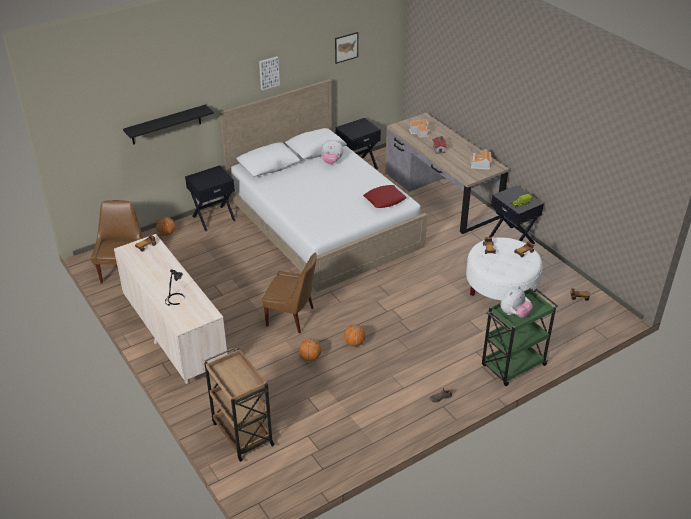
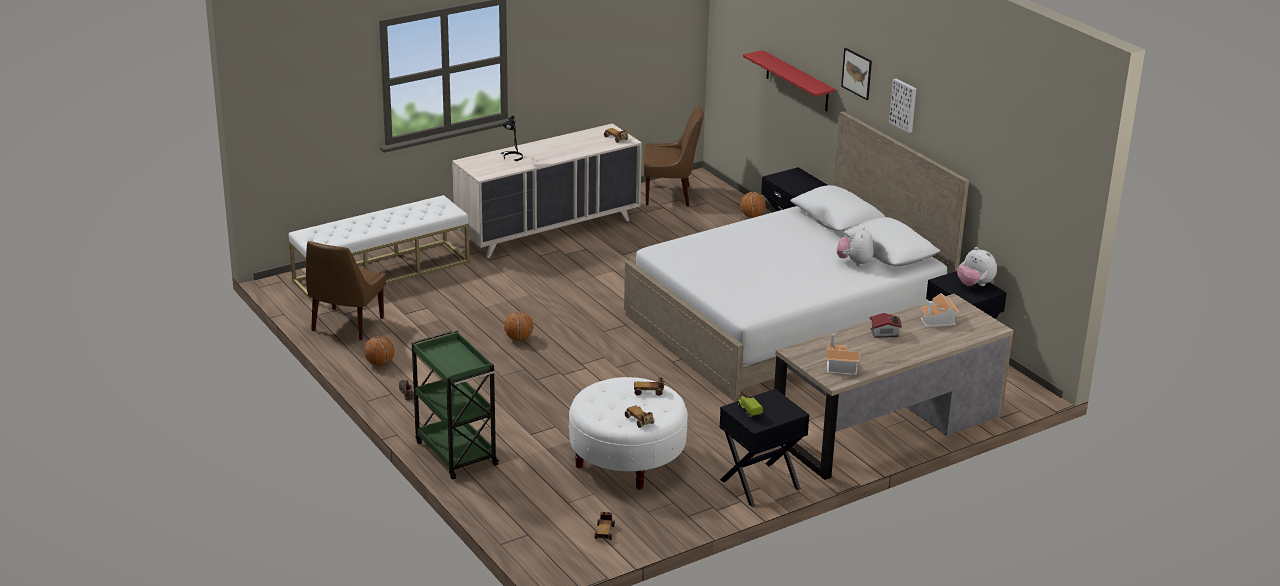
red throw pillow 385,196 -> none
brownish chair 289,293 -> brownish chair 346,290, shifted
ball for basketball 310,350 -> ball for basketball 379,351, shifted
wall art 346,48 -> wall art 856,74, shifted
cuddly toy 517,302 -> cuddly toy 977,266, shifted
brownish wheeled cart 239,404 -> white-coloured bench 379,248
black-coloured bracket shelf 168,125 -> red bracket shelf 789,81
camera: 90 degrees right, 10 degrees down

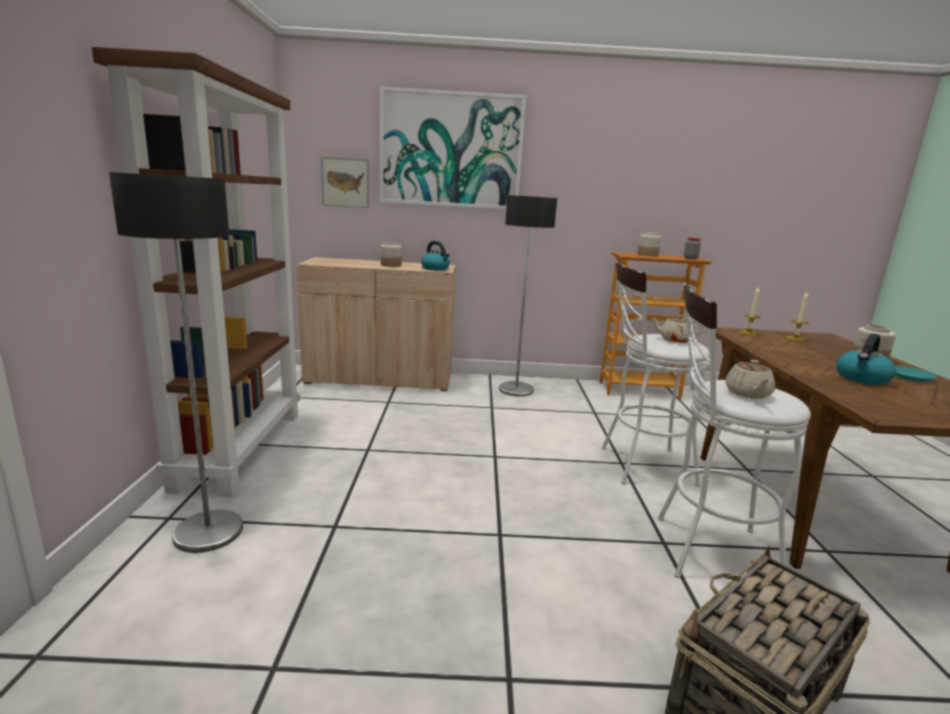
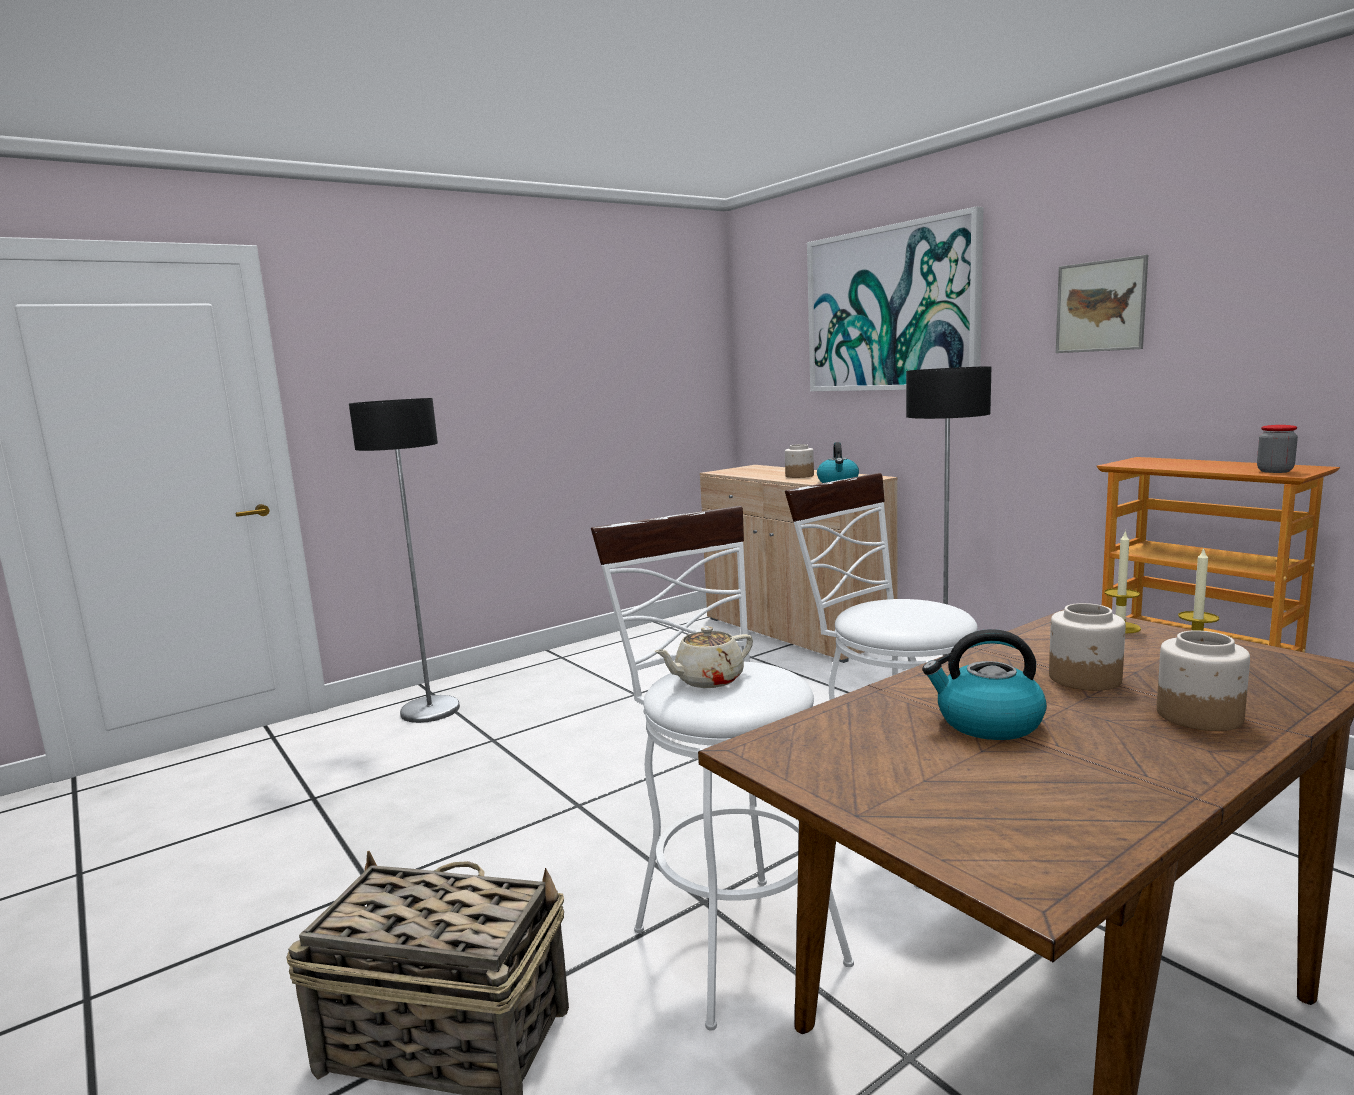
brownish shelving unit 196,272 -> none
beige pot for tea 677,329 -> none
turquoise flat dish 915,373 -> none
wall art 345,182 -> wall art 1102,304, shifted
storage jar 649,244 -> storage jar 1087,647, shifted
camera: 55 degrees right, 5 degrees down

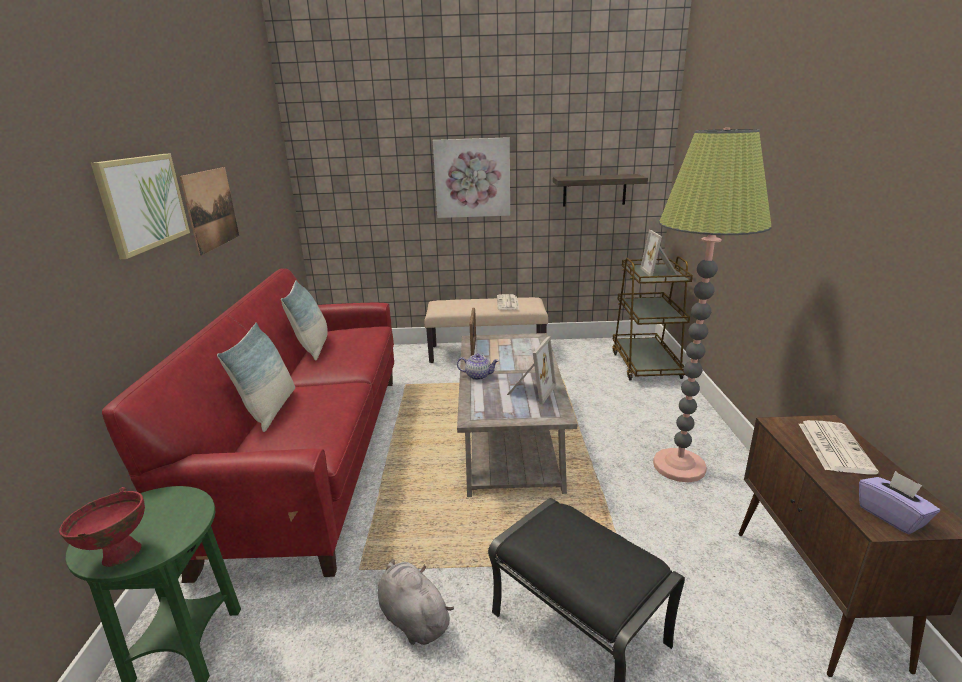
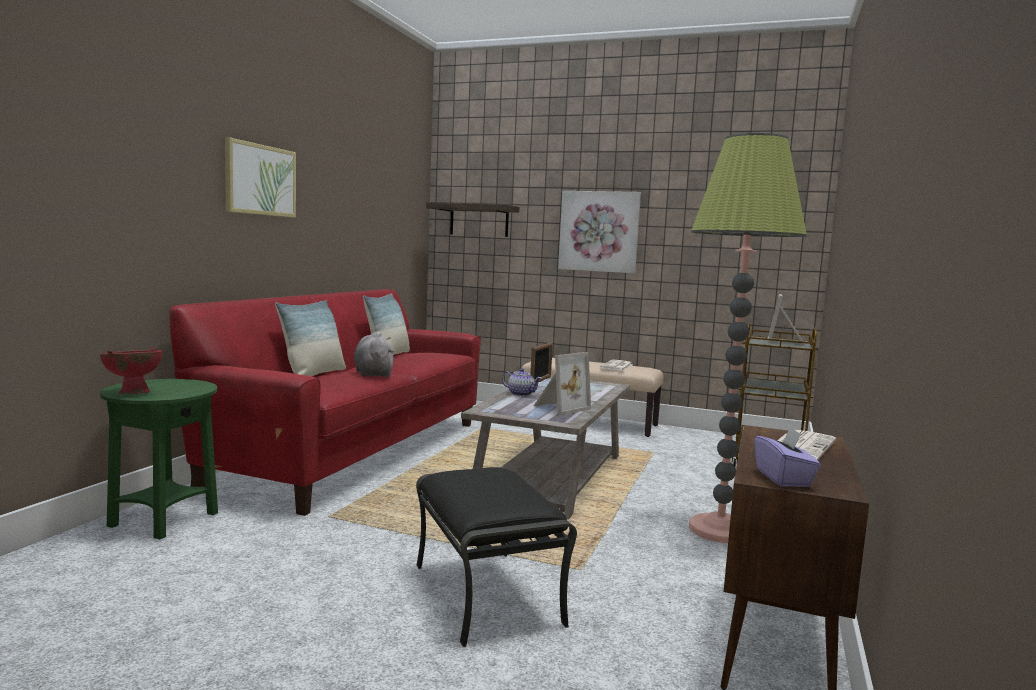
wall art 209,211 -> none
gray cuddly toy 416,602 -> gray cuddly toy 374,354, shifted
bracket shelf 600,190 -> bracket shelf 472,220, shifted
camera: 20 degrees right, 15 degrees down

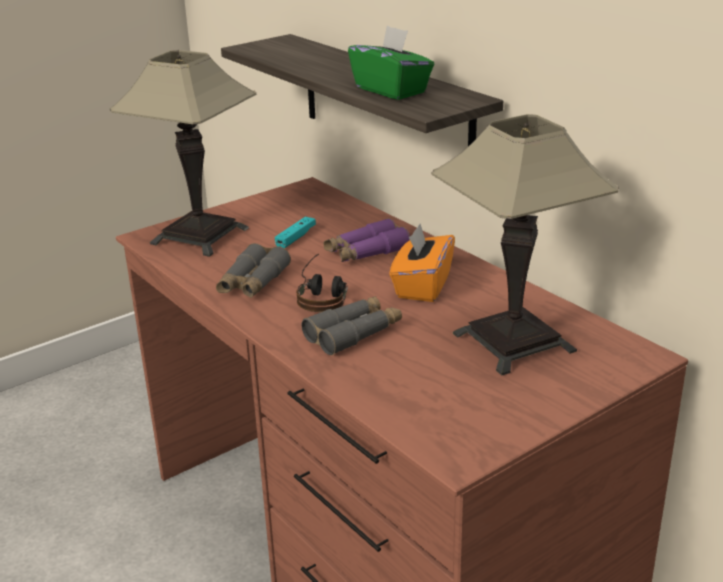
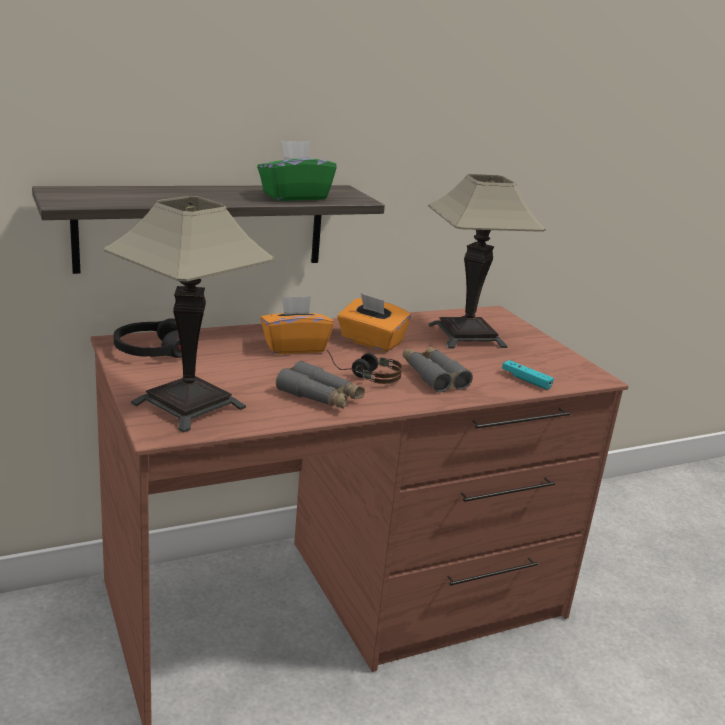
none -> black-coloured headphones 148,338
turquoise joypad 295,232 -> turquoise joypad 528,375, shifted
purple-coloured pair of binoculars 367,240 -> orange tissue box 297,325
camera: 80 degrees left, 5 degrees down

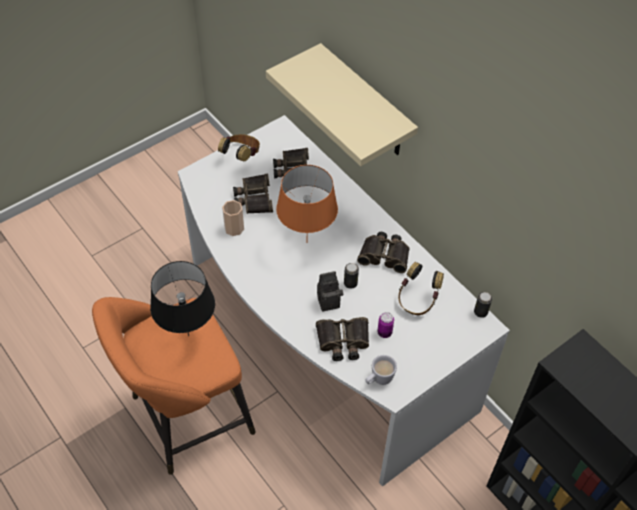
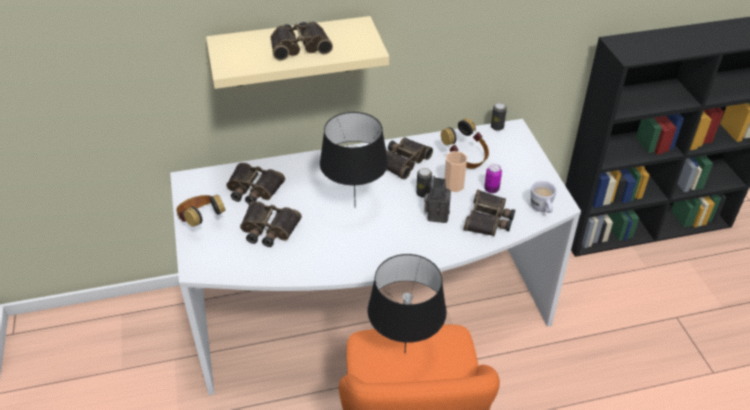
none -> pair of binoculars 301,41
cup 233,218 -> cup 455,171, shifted
orange tabletop lamp 307,199 -> black-coloured tabletop lamp 354,160
camera: 65 degrees left, 10 degrees down

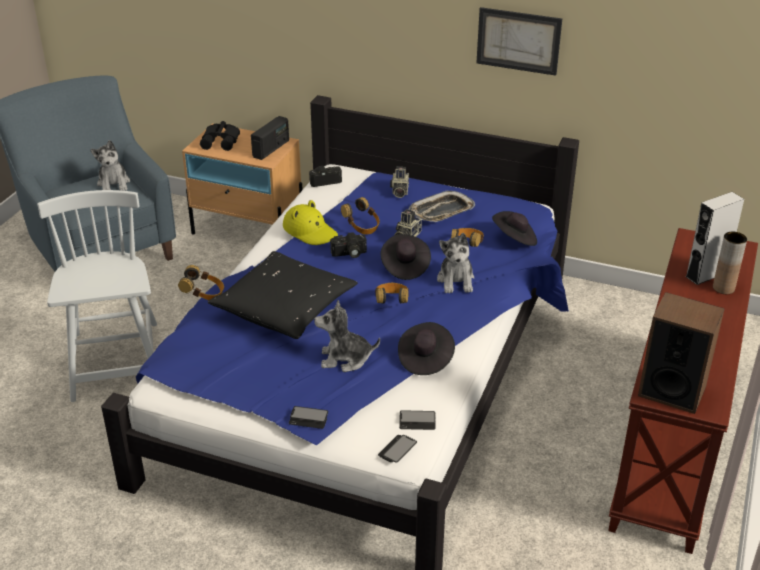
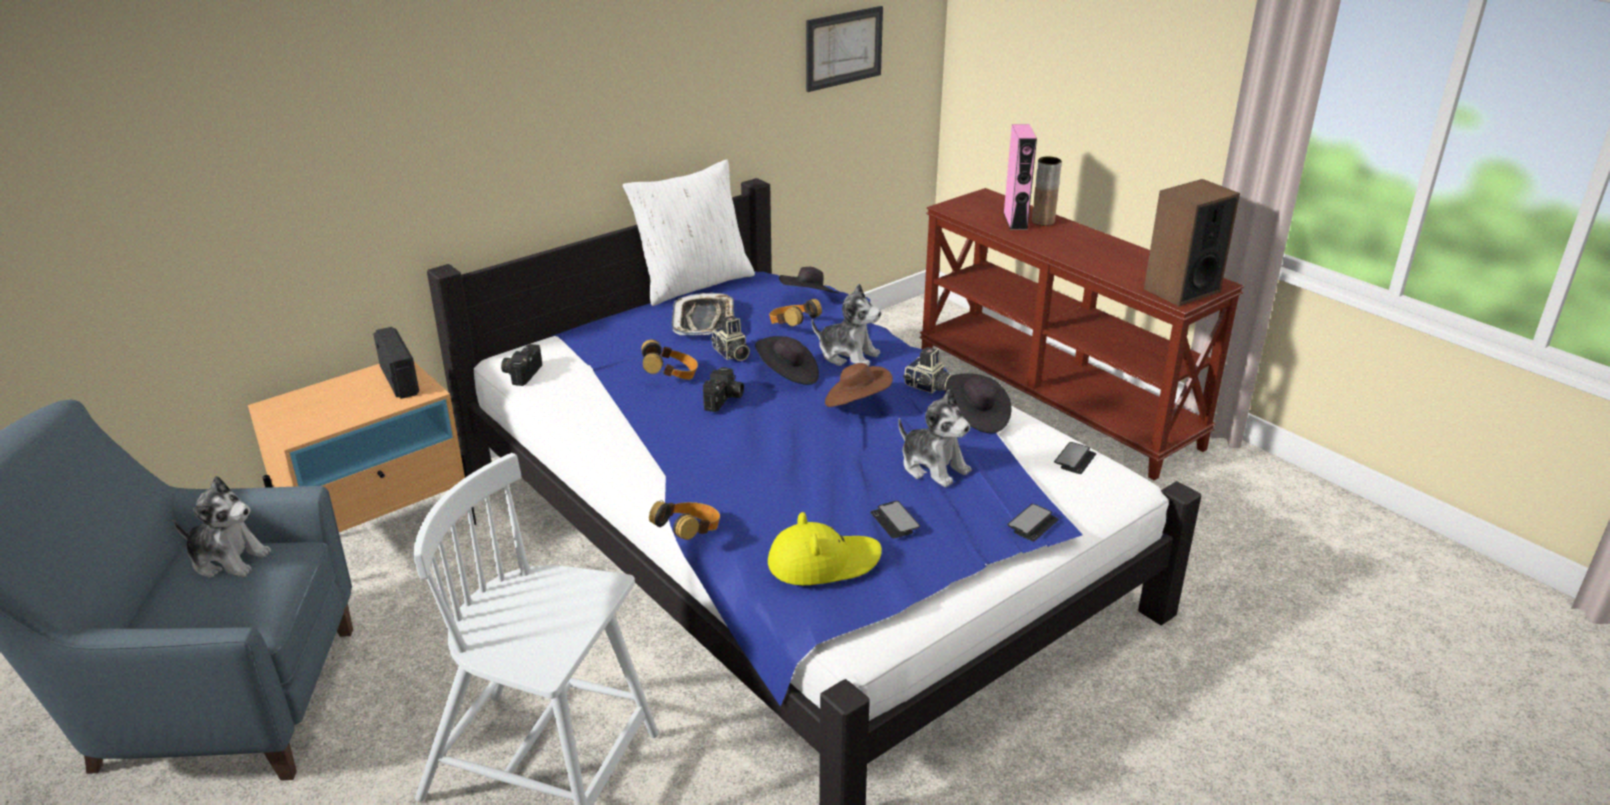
black-coloured pair of binoculars 220,136 -> none
black-coloured throw pillow 283,295 -> none
none -> white-coloured throw pillow 689,232
yellow hat 310,222 -> yellow hat 825,548, shifted
handset 397,448 -> handset 895,519, shifted
still camera 399,182 -> still camera 927,370, shifted
wall art 519,41 -> wall art 844,49, shifted
headphones 392,293 -> brownish hat 859,385
gray audio speaker 714,238 -> pink audio speaker 1020,177
cuddly toy 347,336 -> cuddly toy 934,438, 75 degrees counterclockwise
camera: 60 degrees left, 5 degrees down

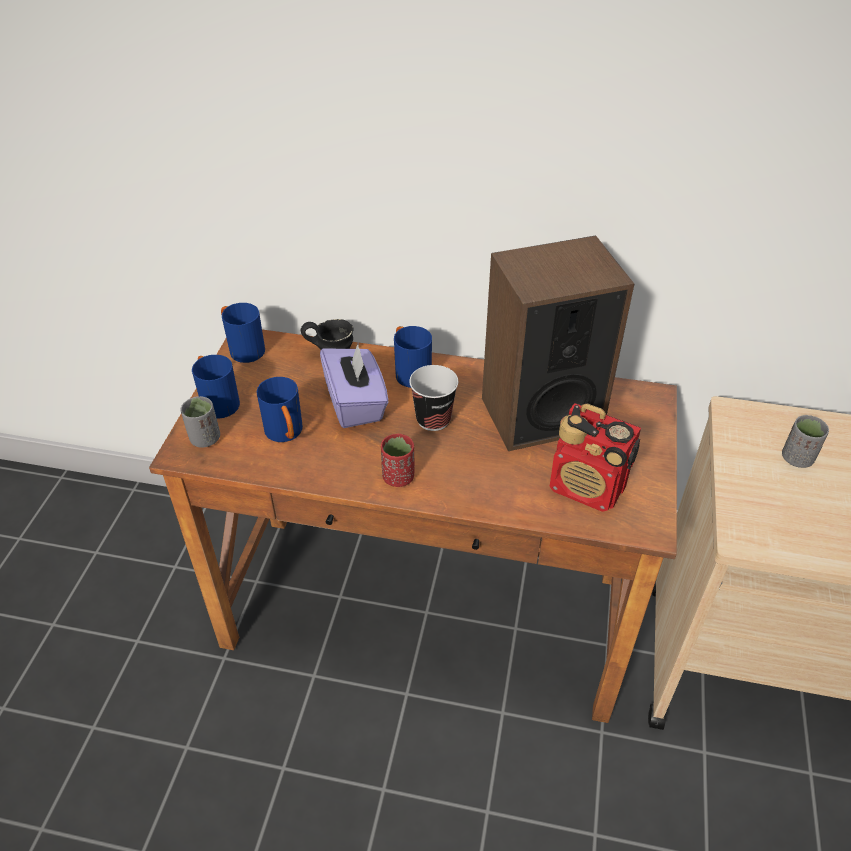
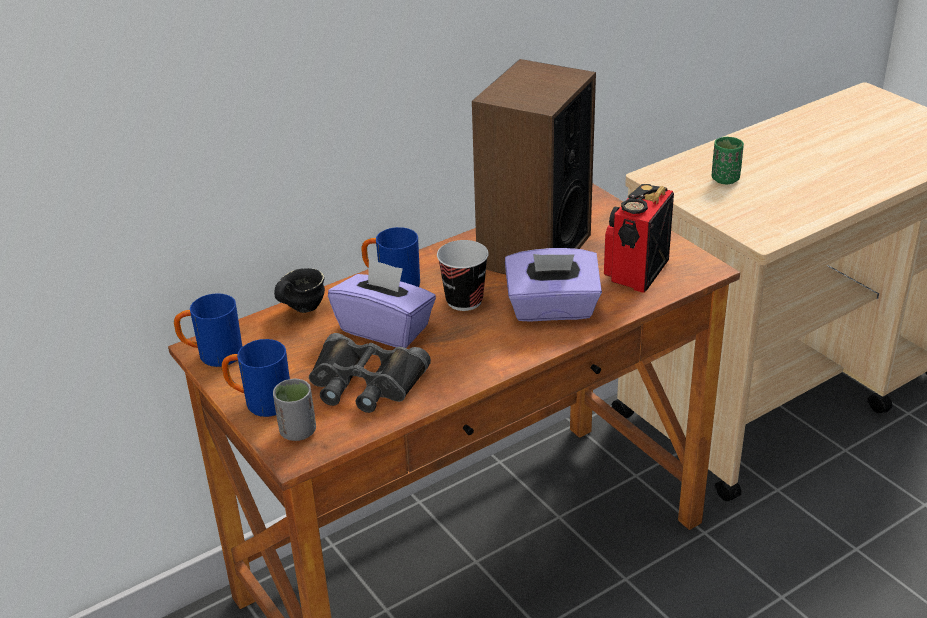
red cup 398,460 -> none
none -> purple-coloured tissue box 553,285
blue-coloured coffee mug 280,409 -> black-coloured pair of binoculars 370,373
gray cup 805,441 -> greenish cup 728,160
radio receiver 595,457 -> radio receiver 639,238, 135 degrees clockwise
camera: 45 degrees left, 10 degrees down

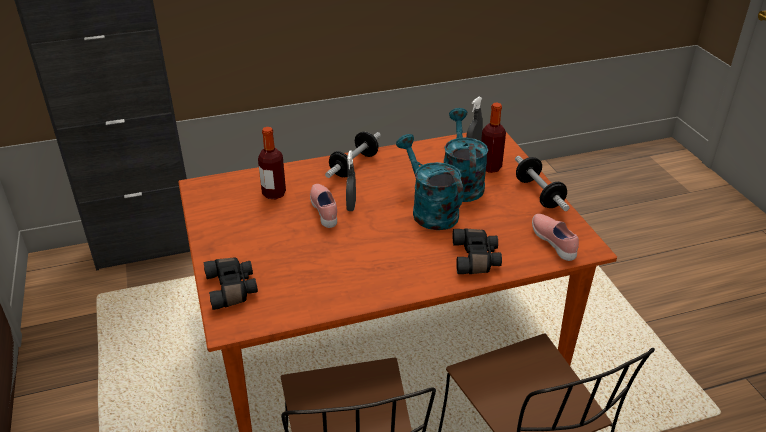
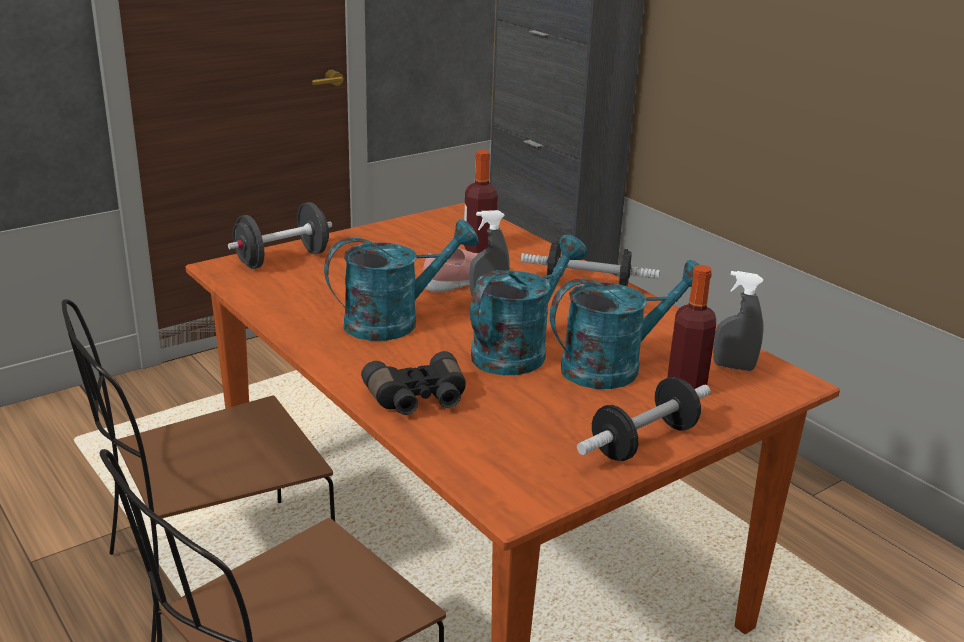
pink item of footwear 555,237 -> none
none -> turquoise watering can 401,280
black-coloured pair of binoculars 231,283 -> black-coloured hand weight 280,235
camera: 70 degrees right, 10 degrees down

